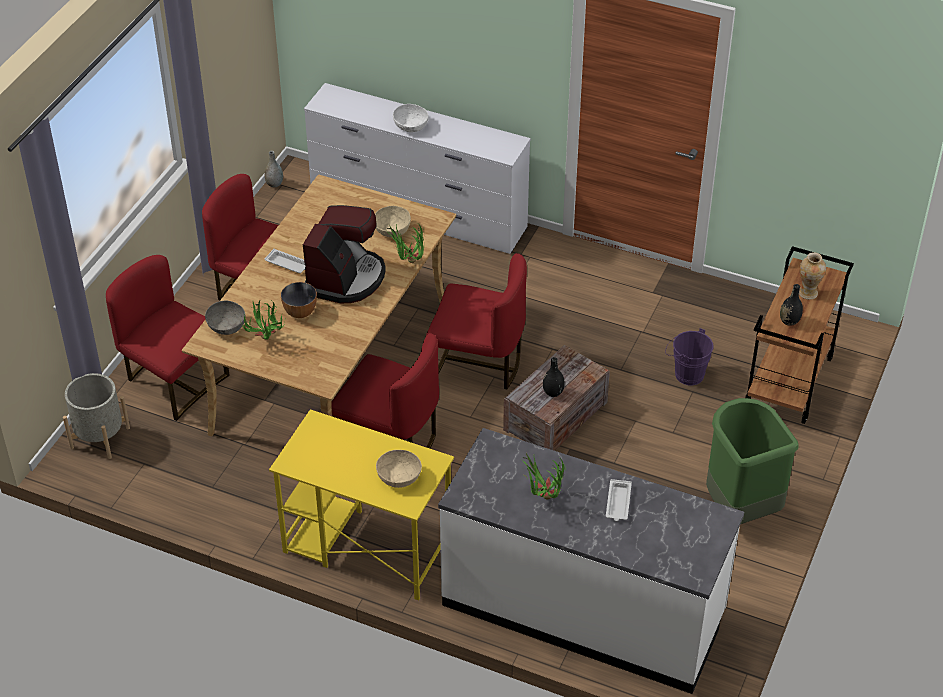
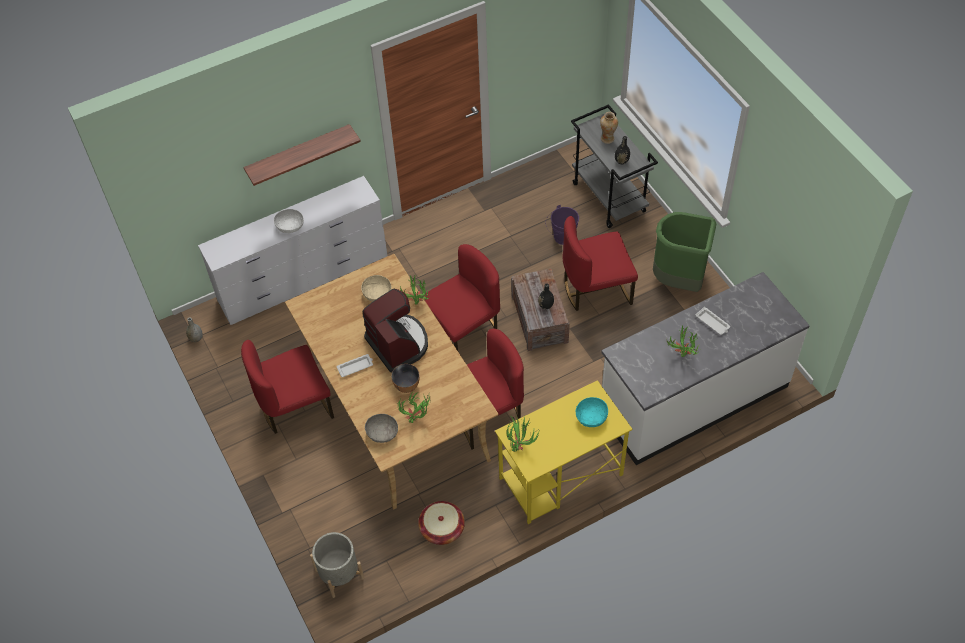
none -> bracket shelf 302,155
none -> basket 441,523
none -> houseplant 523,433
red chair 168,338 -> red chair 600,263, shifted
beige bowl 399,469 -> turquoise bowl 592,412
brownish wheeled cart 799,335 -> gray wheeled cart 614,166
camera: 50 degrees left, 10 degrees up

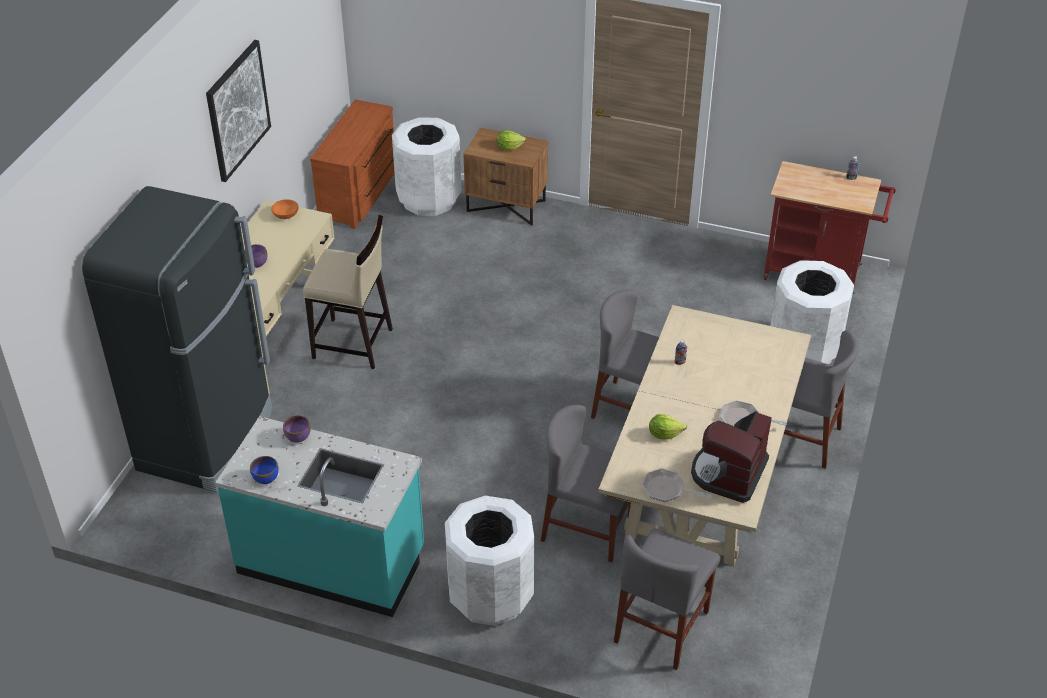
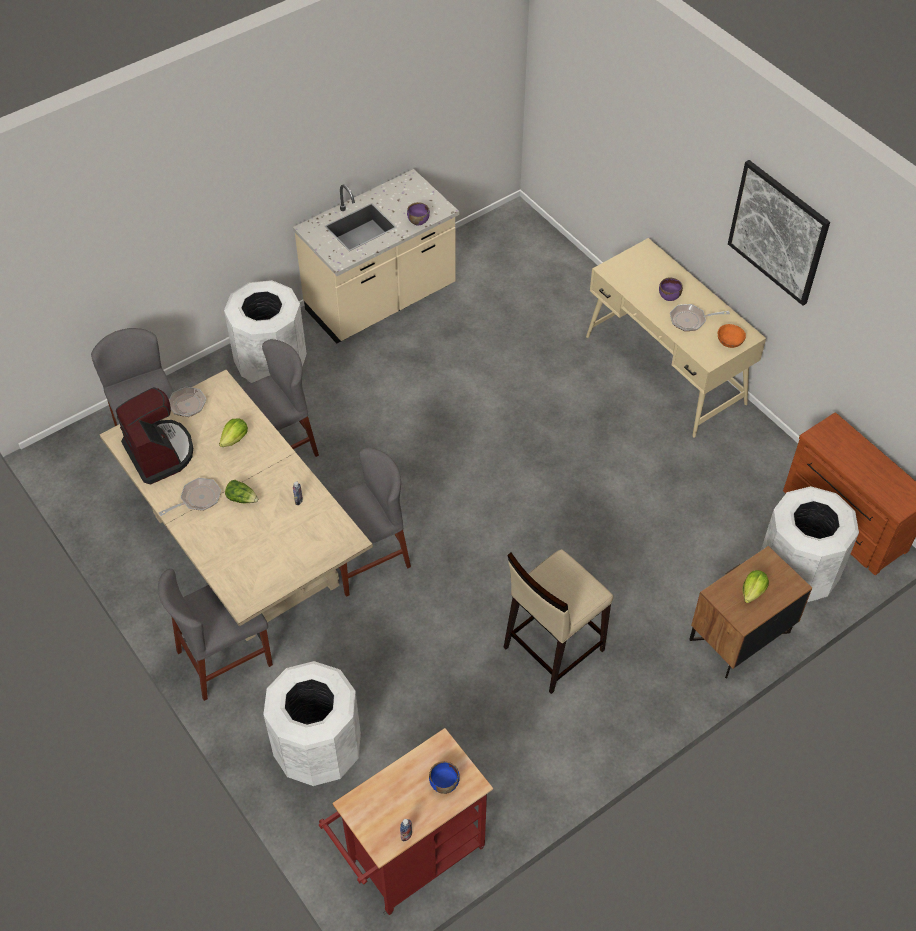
black-coloured refrigerator 177,339 -> none
none -> lettuce head 241,491
none -> skillet 700,317
blue-coloured bowl 264,470 -> blue-coloured bowl 444,777, shifted
beige stool seat 348,292 -> beige stool seat 558,621, shifted
turquoise kitchen counter 319,516 -> beige kitchen counter 376,256
camera: 125 degrees right, 10 degrees up

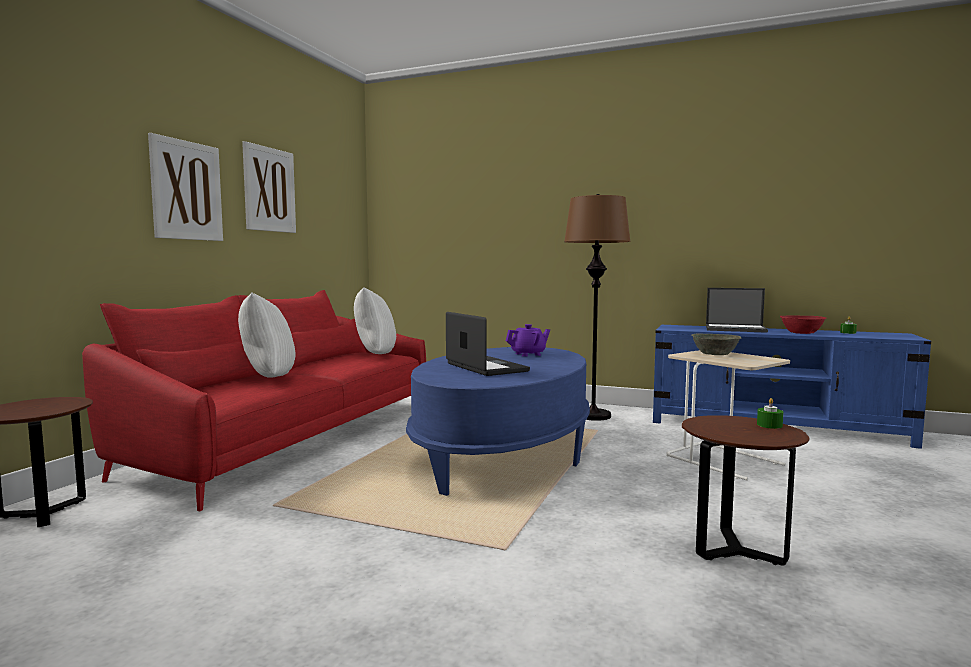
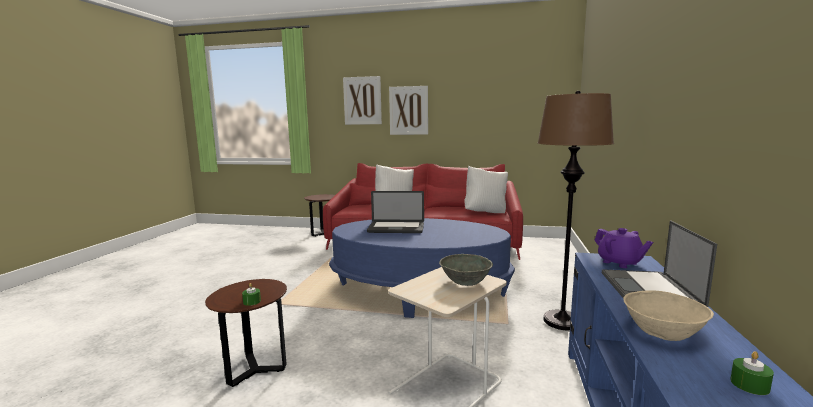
wall art 269,187 -> wall art 362,100, shifted
purple-coloured pot for tea 528,340 -> purple-coloured pot for tea 623,248, shifted
red bowl 803,324 -> beige bowl 668,315
portable computer 488,344 -> portable computer 395,212, 45 degrees clockwise
camera: 80 degrees right, 5 degrees up

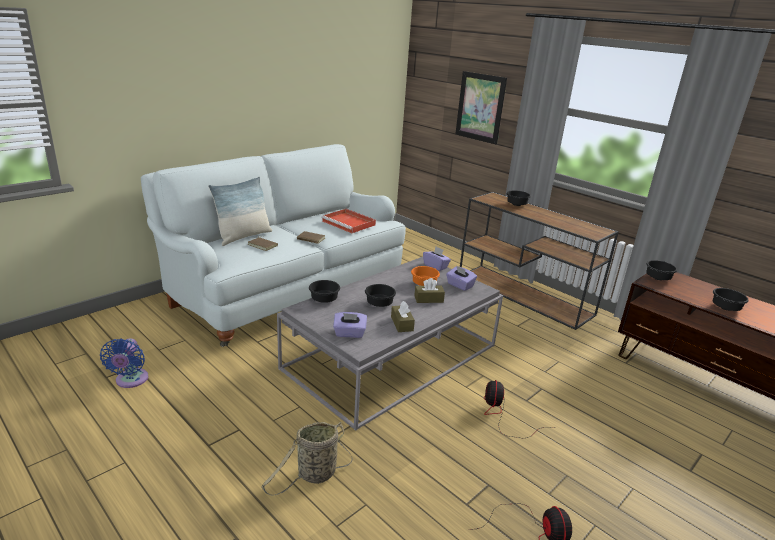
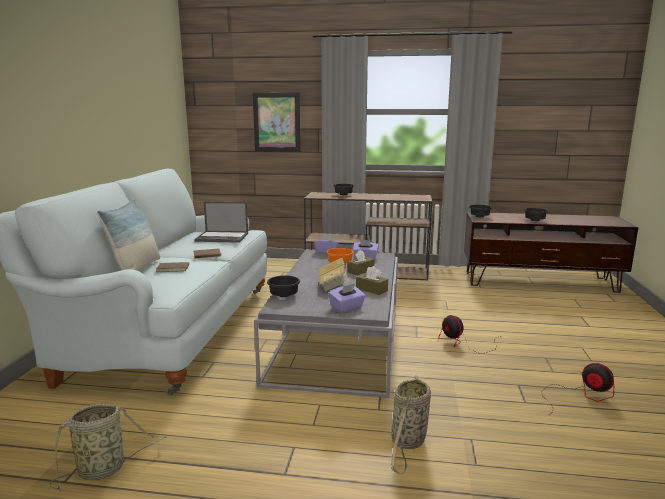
blue-coloured fan 124,363 -> basket 108,447
red tray 348,221 -> portable computer 221,222
black-coloured bowl 380,295 -> bound book 334,274
camera: 35 degrees left, 10 degrees down

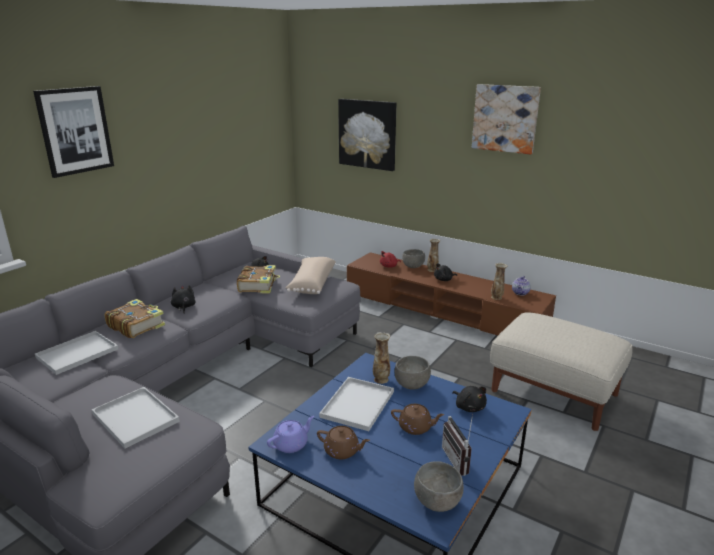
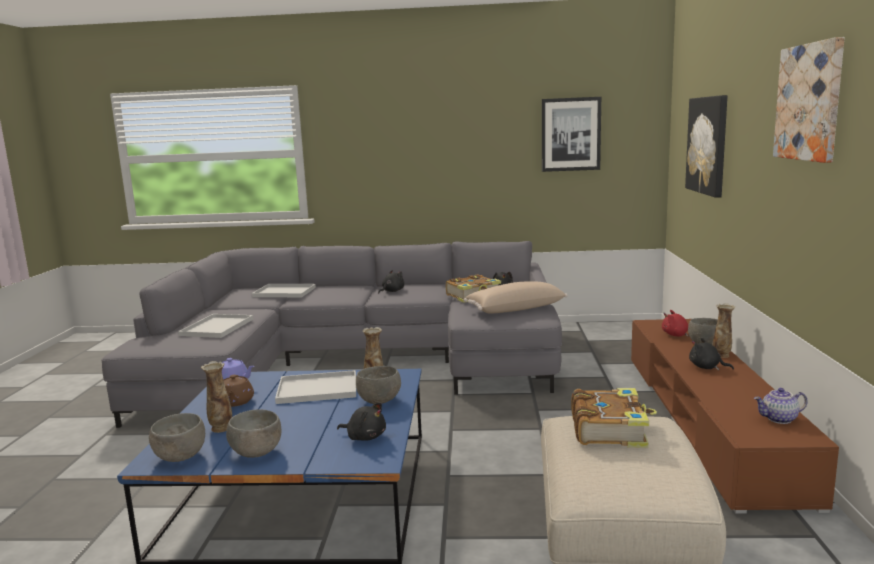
brownish pot for tea 418,419 -> none
wall art 73,132 -> wall art 571,134, shifted
bound book 135,318 -> bound book 614,418, shifted
decorative vase 499,281 -> decorative vase 216,397, shifted
radio receiver 457,445 -> gray bowl 253,433
black-coloured cuddly toy 469,399 -> black-coloured cuddly toy 361,421, 90 degrees counterclockwise
camera: 60 degrees right, 10 degrees down

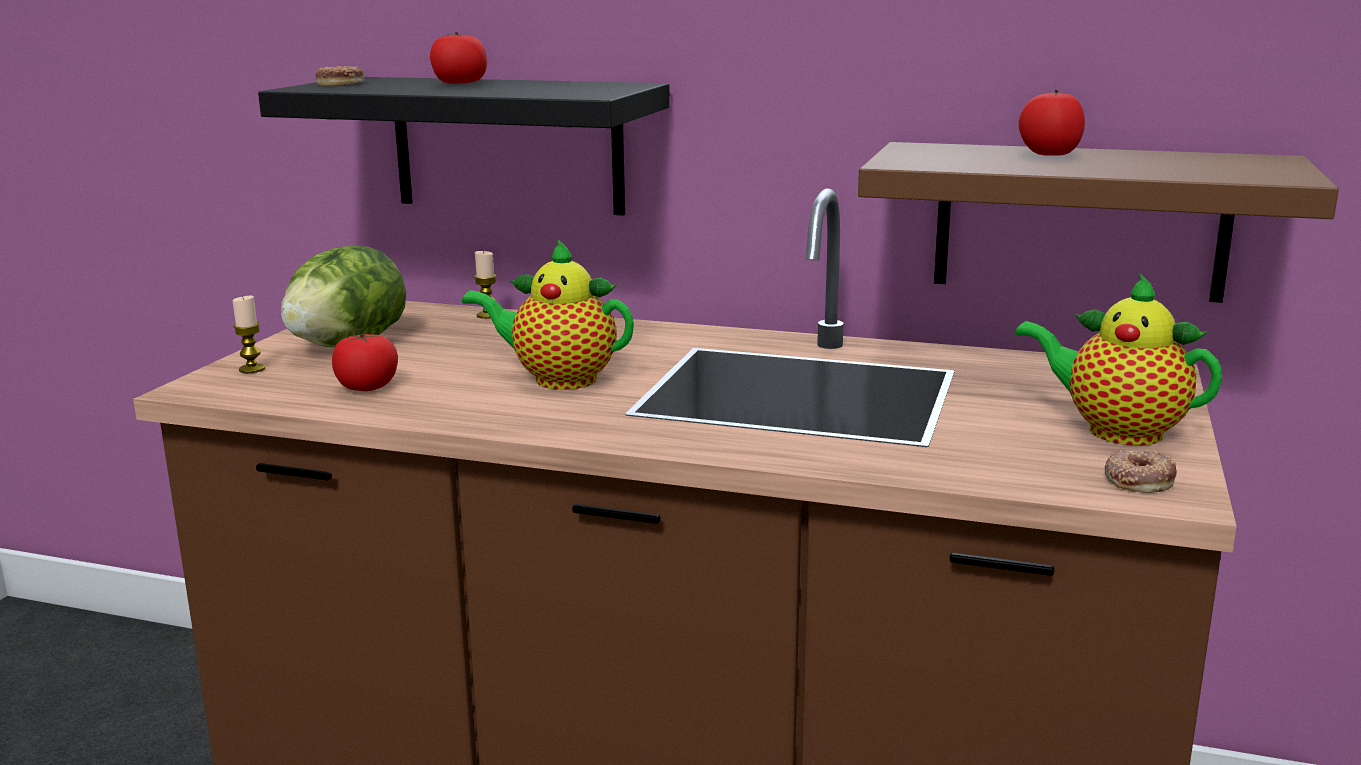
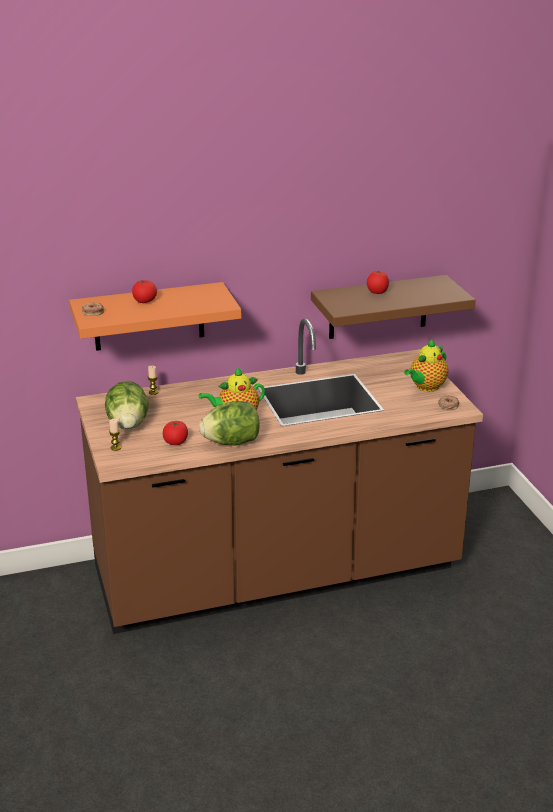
none -> lettuce head 229,423
black-coloured bracket shelf 464,146 -> orange bracket shelf 155,316
pot for tea 1118,360 -> pot for tea 426,365, 45 degrees counterclockwise
camera: 35 degrees left, 10 degrees up

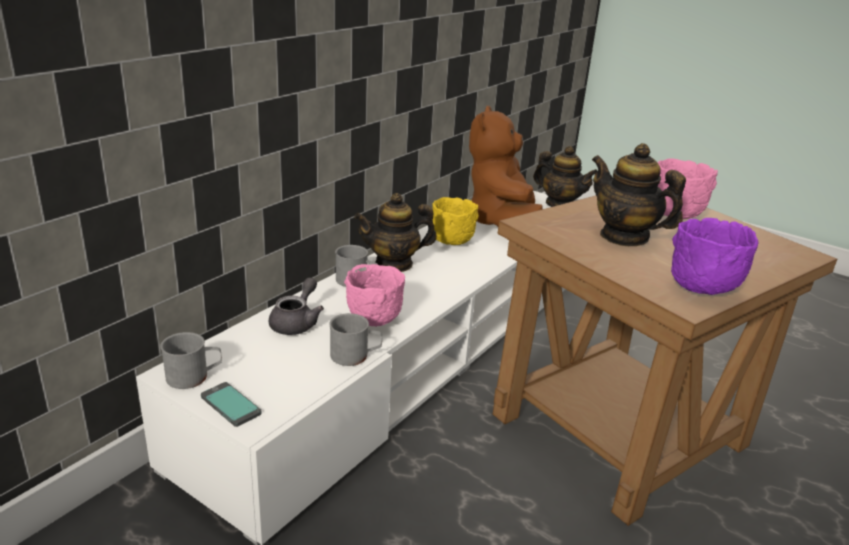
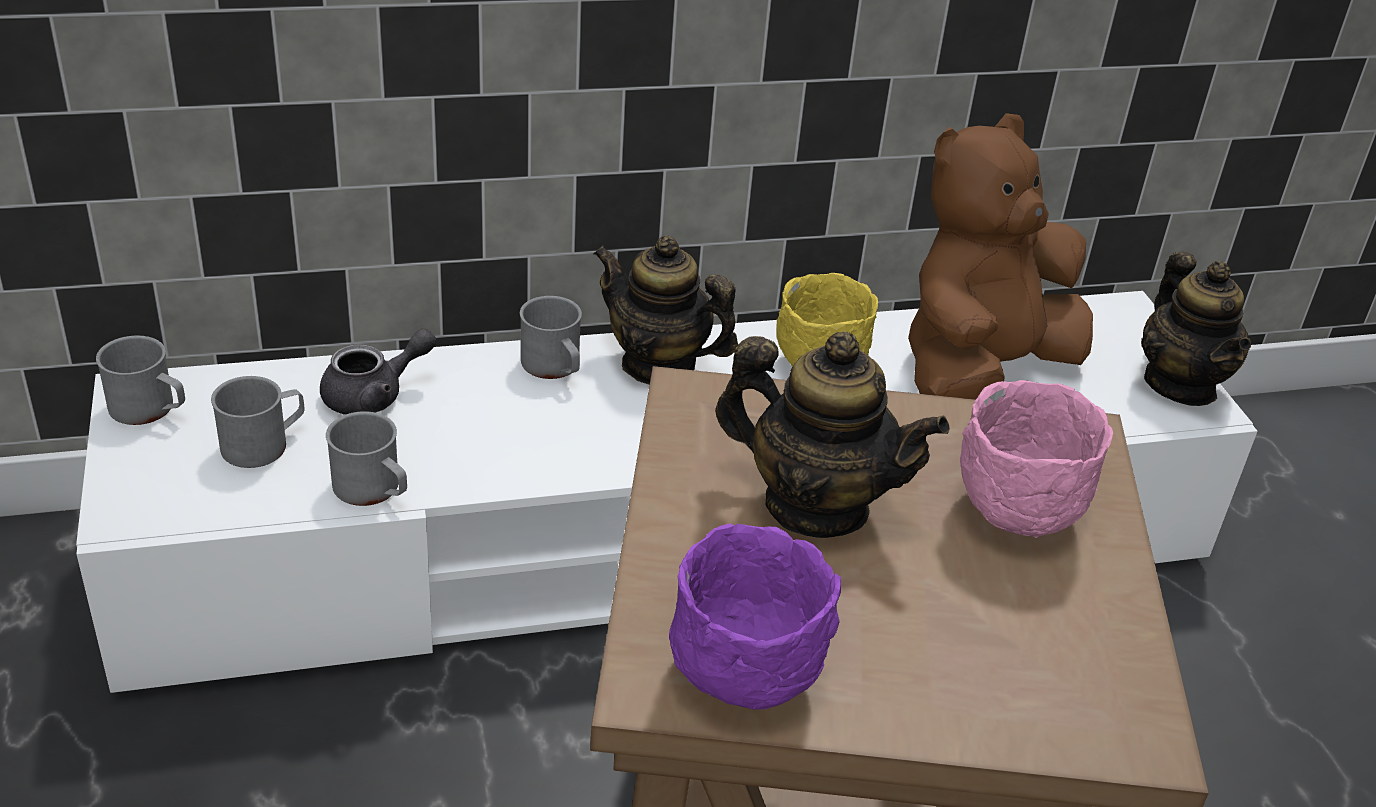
handset 231,404 -> none
pink bowl 374,295 -> none
none -> gray coffee mug 258,422
pot for tea 639,194 -> pot for tea 832,434, 120 degrees clockwise
camera: 40 degrees right, 10 degrees up

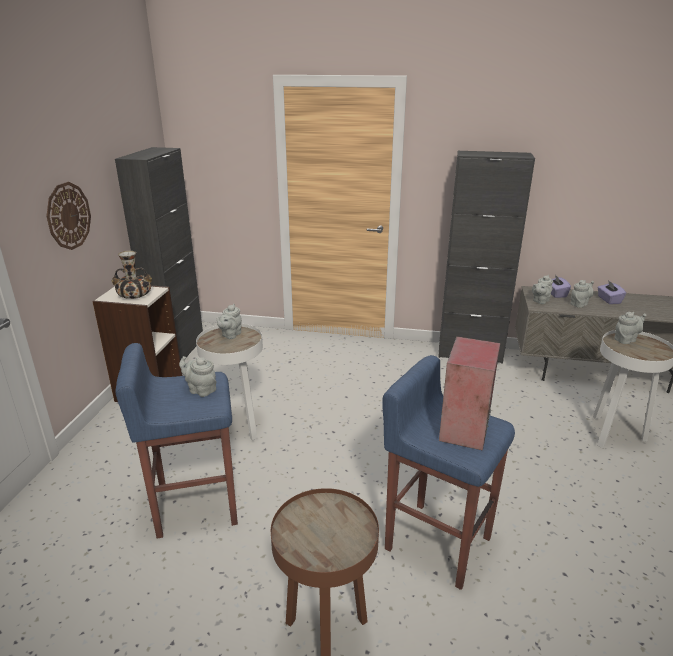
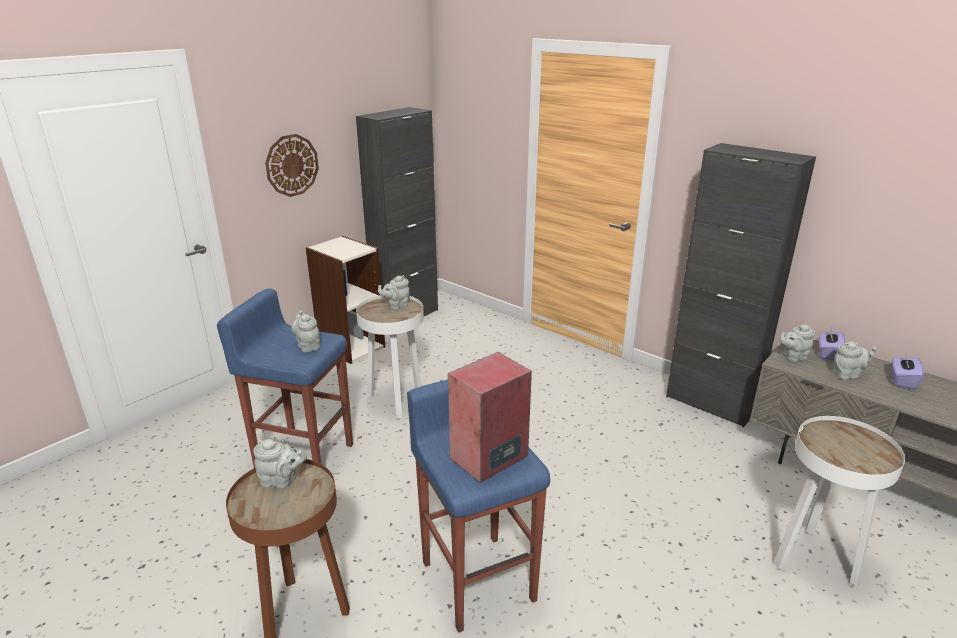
decorative vase 132,275 -> none
gray pot for tea 630,328 -> gray pot for tea 280,463, shifted
camera: 30 degrees right, 0 degrees up

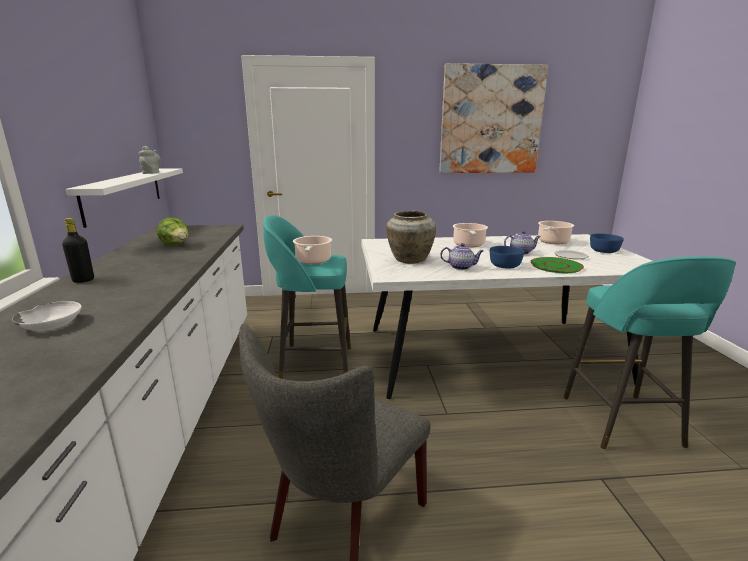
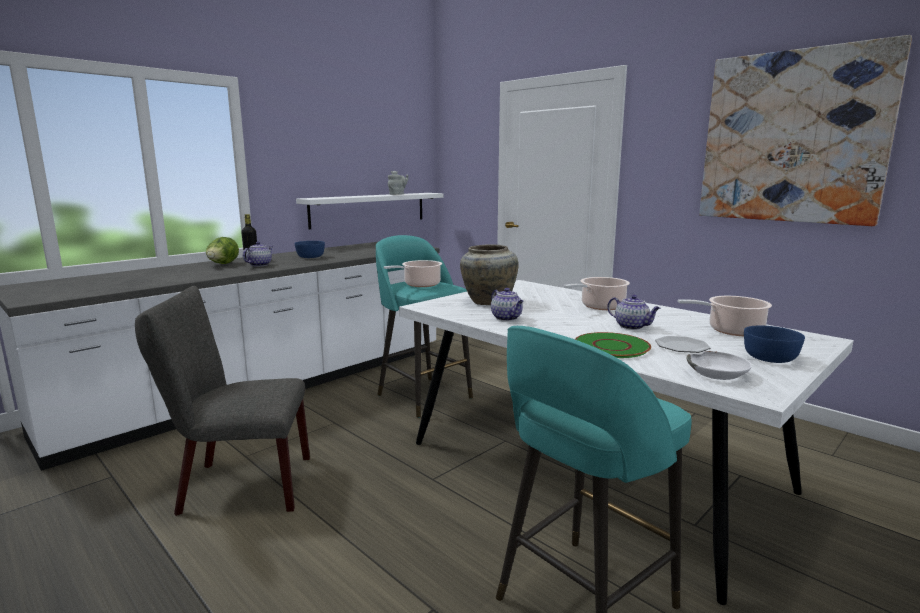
none -> pot for tea 258,254
white-coloured bowl 47,316 -> white-coloured bowl 719,365, shifted
lettuce head 173,231 -> lettuce head 222,250, shifted
blue-coloured bowl 507,257 -> blue-coloured bowl 310,249, shifted
camera: 50 degrees right, 5 degrees down

